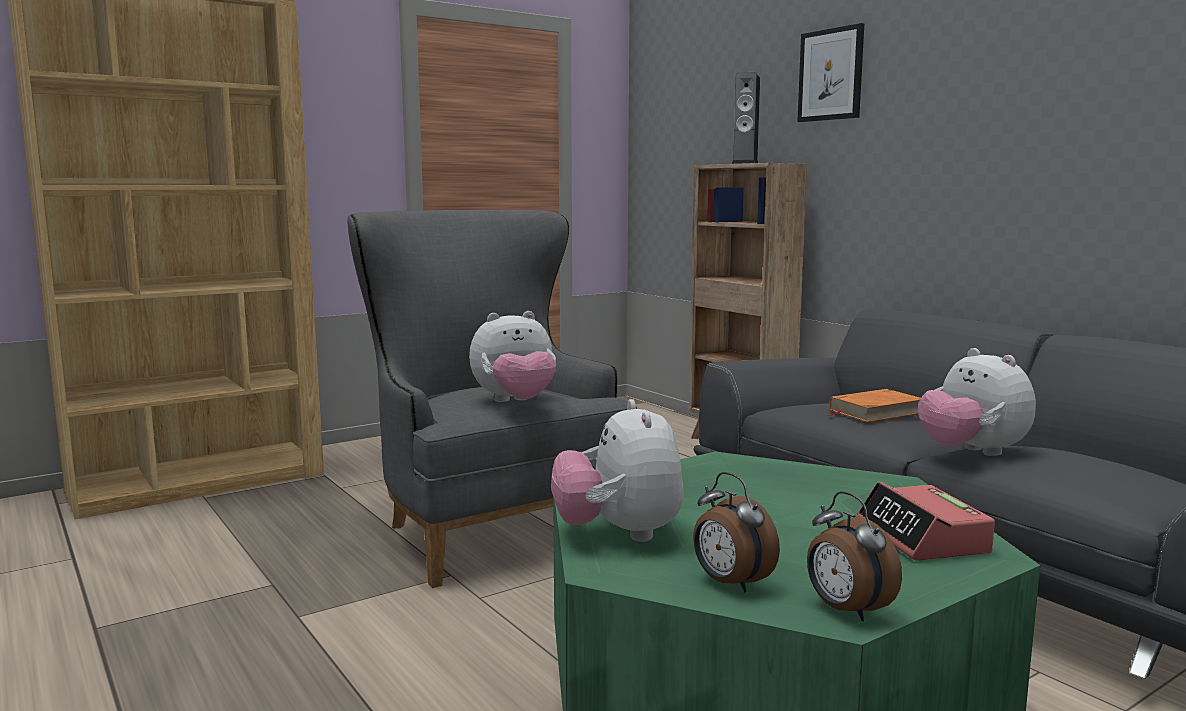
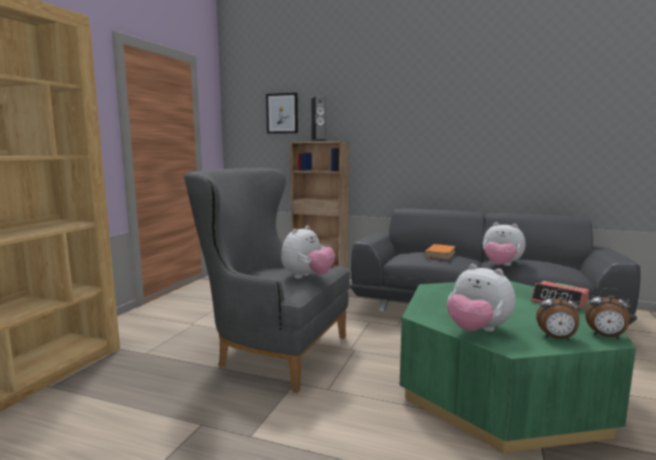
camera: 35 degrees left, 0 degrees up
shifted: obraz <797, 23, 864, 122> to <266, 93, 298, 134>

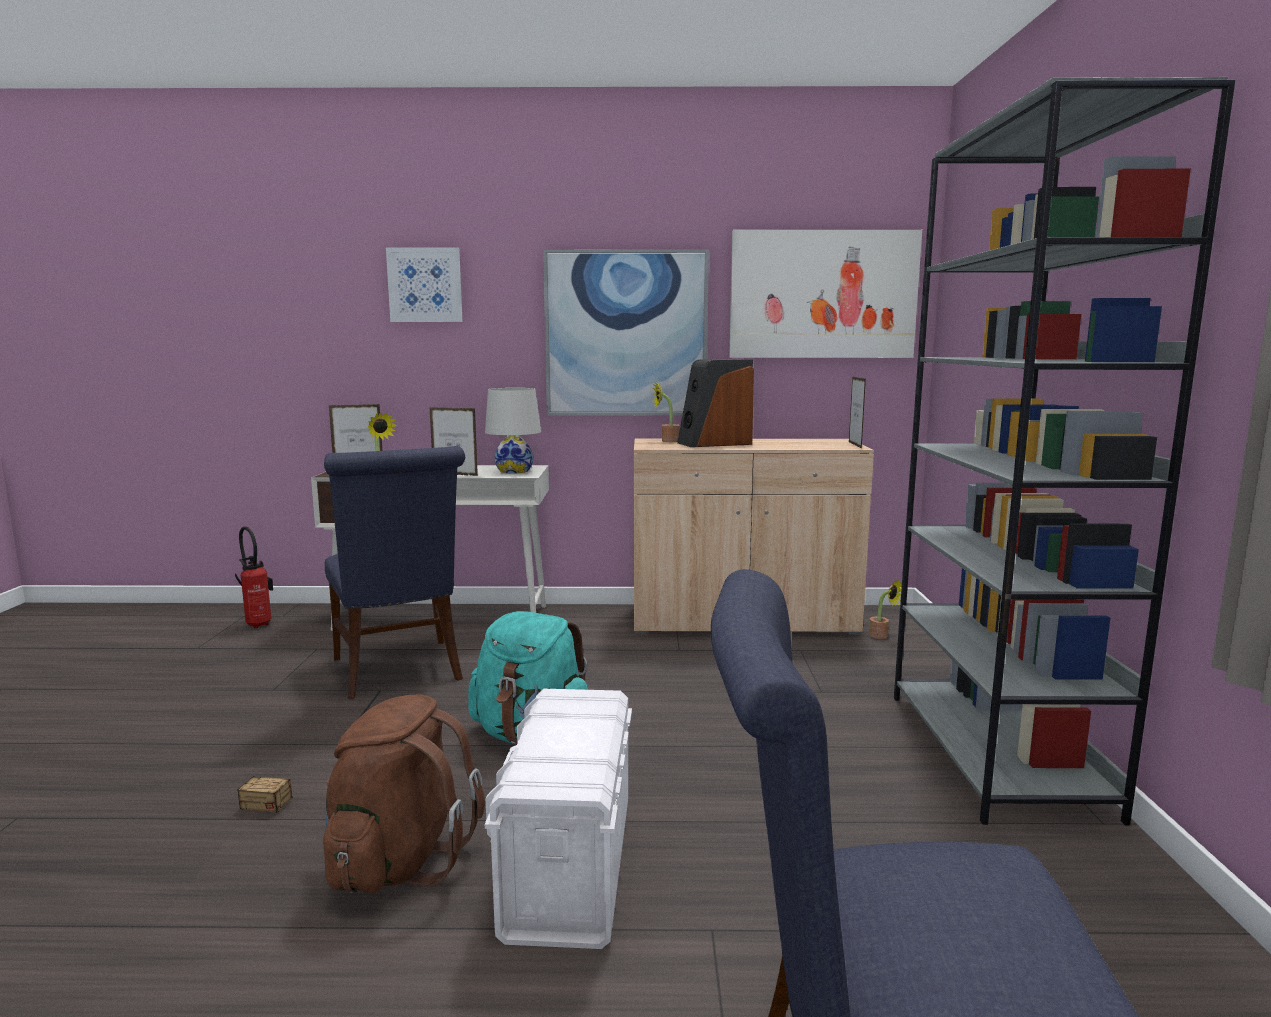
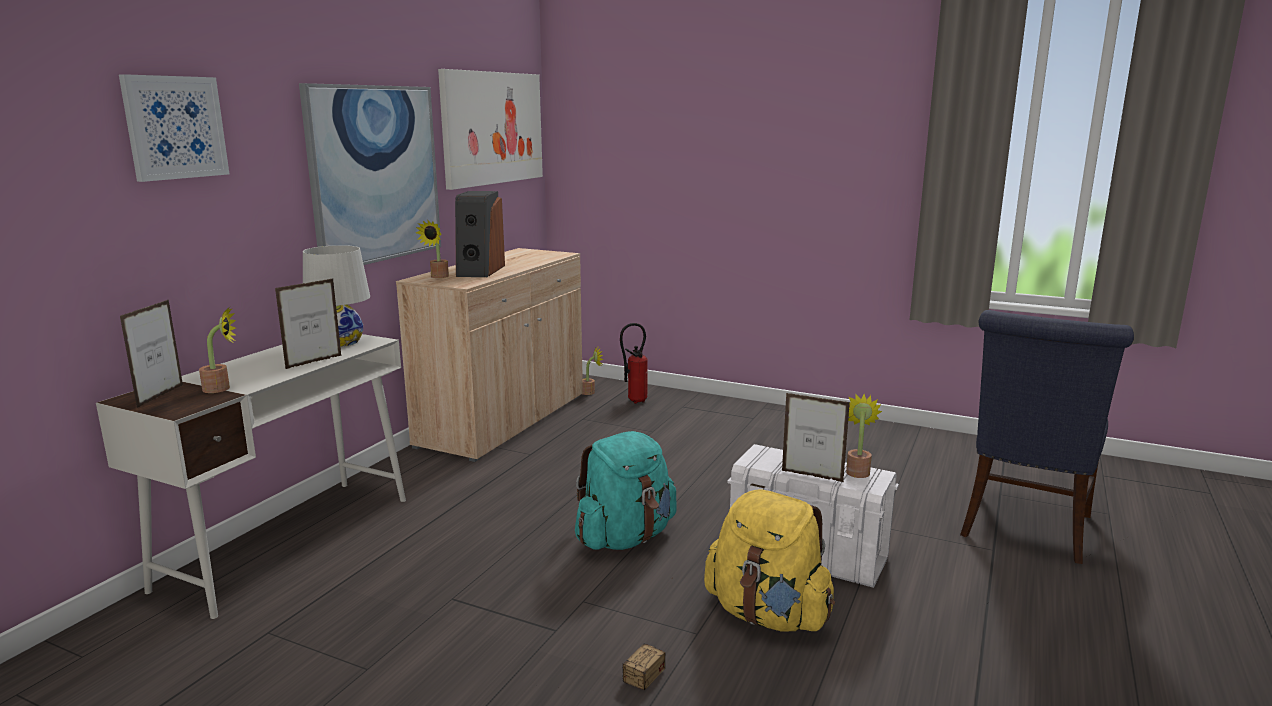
camera: 65 degrees left, 5 degrees up
gone: krzesło/niebieski <324, 446, 465, 700>; regał/szary <894, 77, 1235, 826>
new: roślina doniczkowa <846, 393, 882, 478>
shifted: gaśnica <235, 526, 273, 628> to <620, 323, 648, 404>; ramka na zdjęcie <849, 376, 866, 449> to <782, 393, 850, 482>
repainted: plecak/brązowy <323, 694, 485, 893> to plecak/żółty <704, 490, 835, 632>

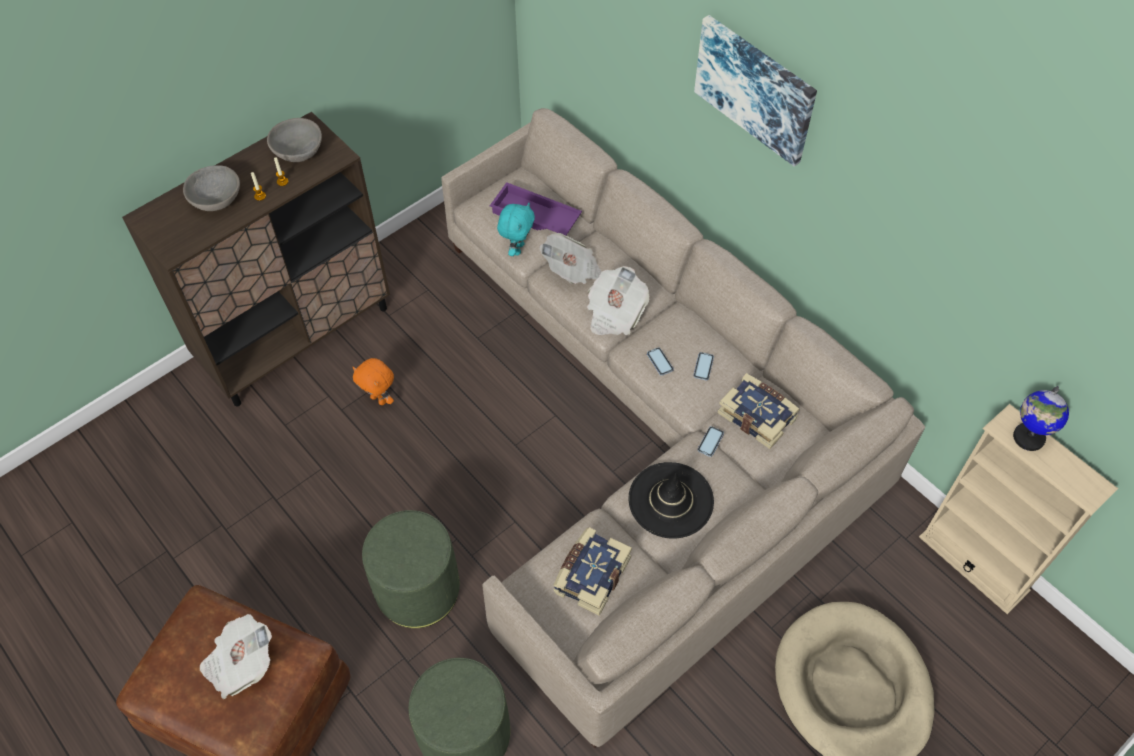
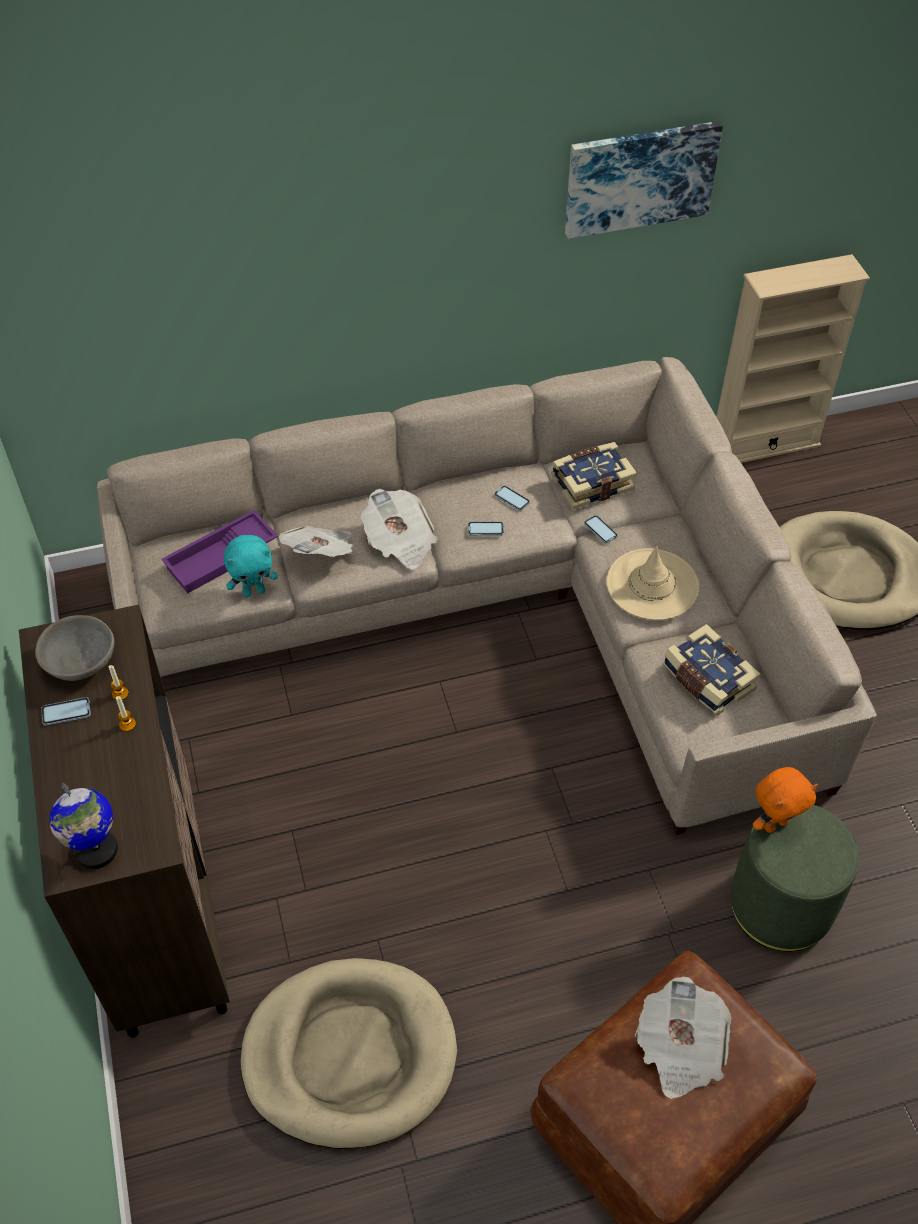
camera: 65 degrees left, 5 degrees down
gone: miska/szary <183, 165, 240, 211>; pufa/zielony <362, 510, 460, 628>
new: telefon <41, 697, 91, 726>; legowisko/beżowy <241, 958, 457, 1149>
shifted: pluszak/pomarańczowy <353, 358, 394, 405> to <753, 767, 818, 833>; obraz <694, 15, 817, 166> to <565, 121, 723, 239>; globus <1013, 386, 1069, 451> to <49, 783, 118, 869>
repainted: kapelusz/czarny <628, 462, 714, 539> to kapelusz/beżowy <606, 546, 699, 620>
rotated: pluszak/turkusowy <497, 203, 535, 256> = <224, 535, 278, 597> 120 degrees clockwise

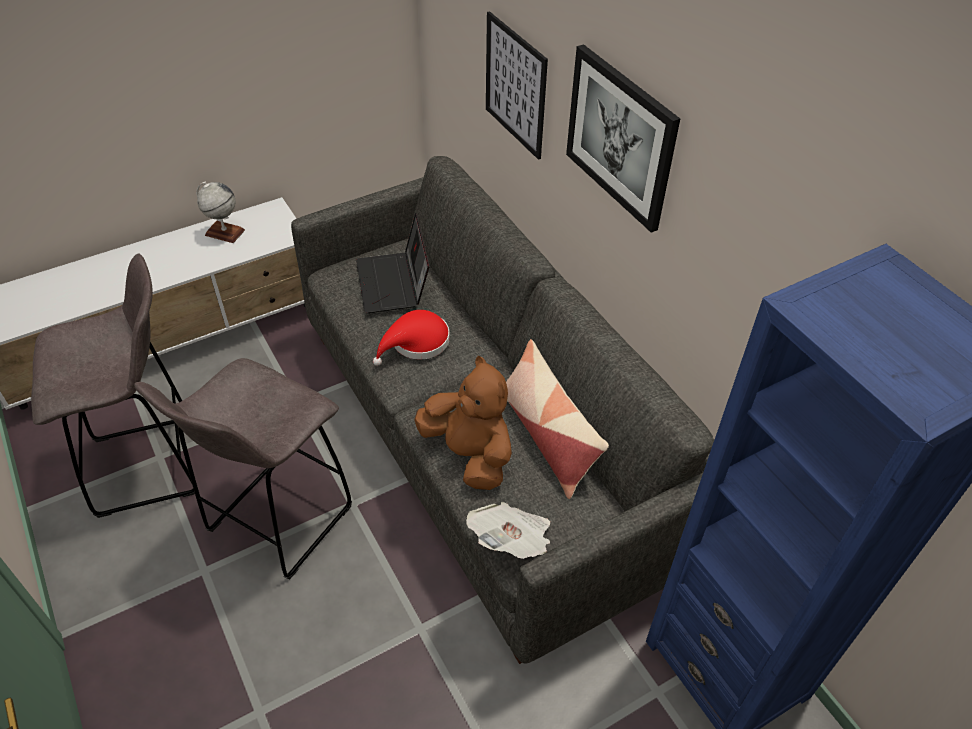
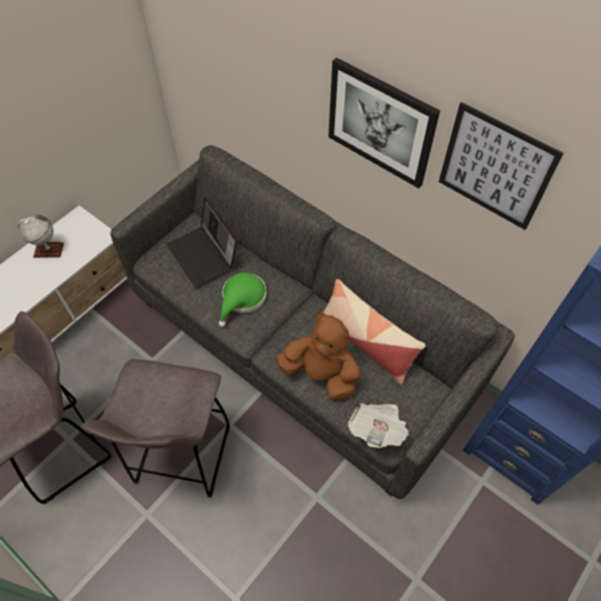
camera: 20 degrees left, 10 degrees up
shifted: obraz <486, 11, 548, 160> to <439, 102, 563, 230>
repainted: kapelusz/czerwony <373, 310, 450, 366> to kapelusz/zielony <219, 273, 267, 327>

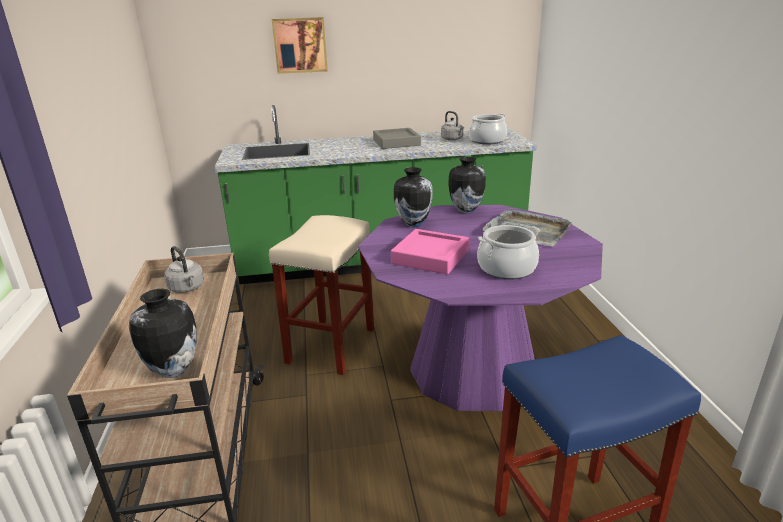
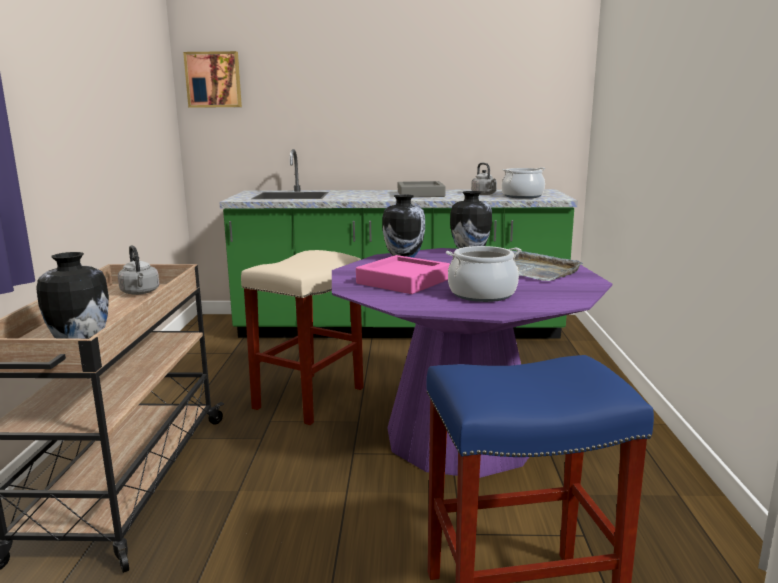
camera: 10 degrees right, 10 degrees down
shifted: obraz <272, 17, 328, 74> to <183, 51, 242, 108>

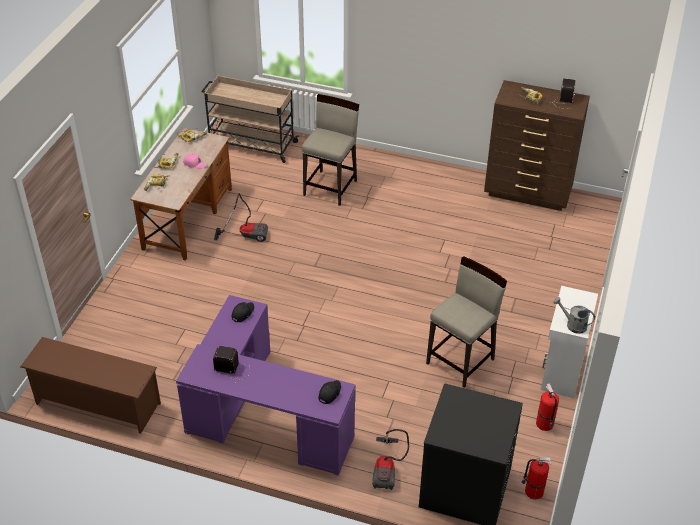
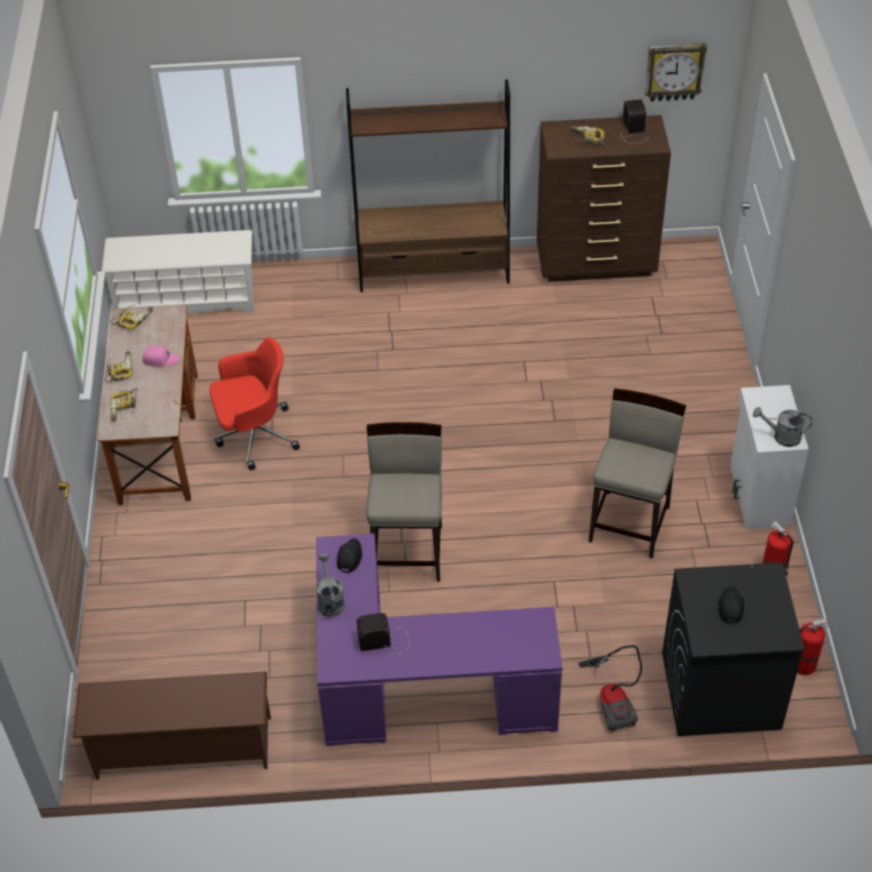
camera: 20 degrees left, 5 degrees up
new: konewka/szary <316, 554, 345, 617>; regał/brązowy <346, 79, 510, 292>; zegar ścienny <645, 43, 707, 102>
shifted: stołek/beżowy <302, 94, 359, 206> to <366, 422, 442, 582>; czapka z daszkiem/czarny <318, 380, 341, 404> to <718, 586, 745, 624>
swapped: wózek/beżowy <202, 76, 299, 163> to regał na buty/biały <101, 230, 255, 314>; odkurzacz <214, 193, 268, 242> to krzesło biurowe/czerwony <209, 337, 300, 470>

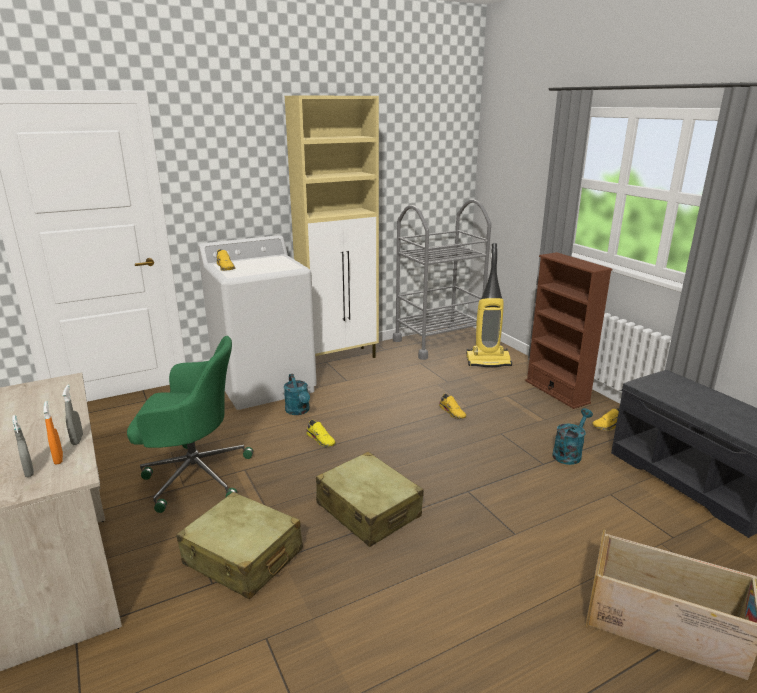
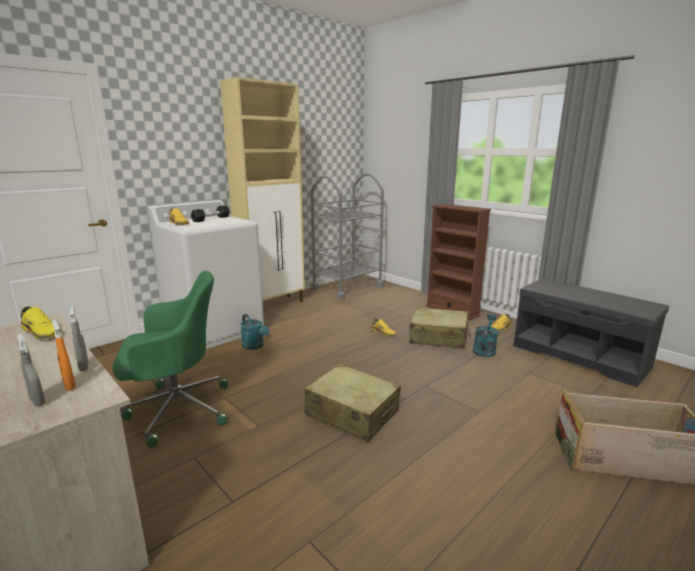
camera: 15 degrees left, 5 degrees down
gone: odkurzacz <466, 243, 512, 368>
new: hantel/czarny <191, 206, 230, 222>
shifted: walizka/beżowy <176, 492, 303, 600> to <410, 308, 471, 349>; but/żółty <306, 420, 335, 447> to <21, 307, 62, 340>

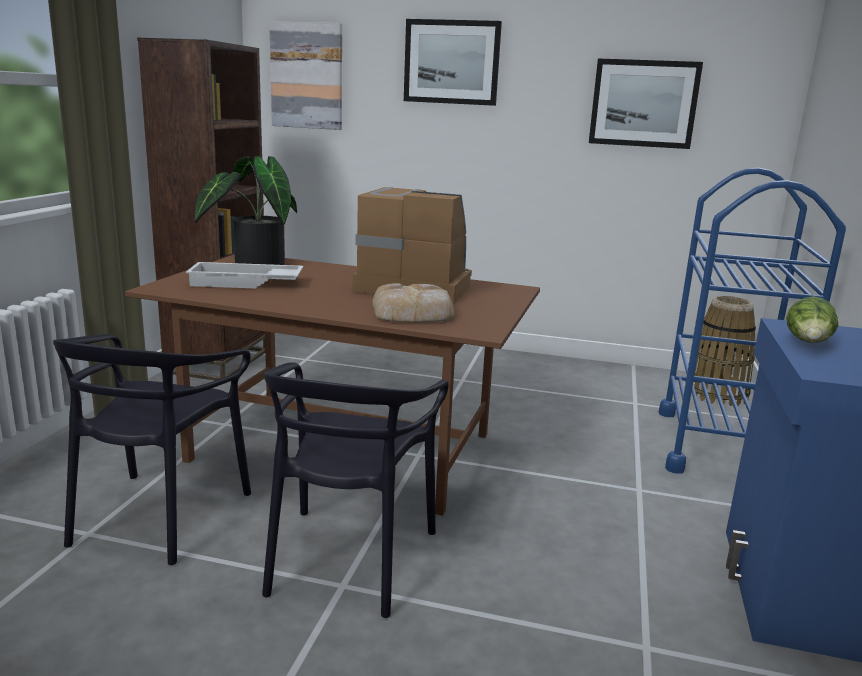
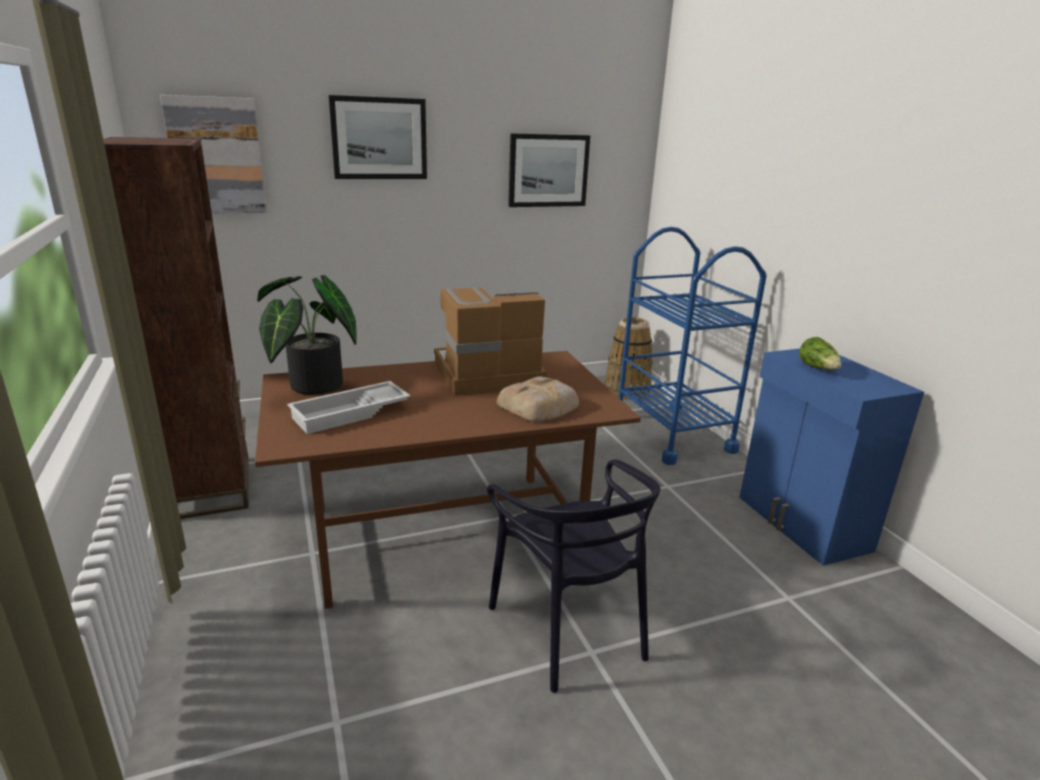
camera: 35 degrees left, 5 degrees up
gone: krzesło/czarny <53, 334, 251, 565>

